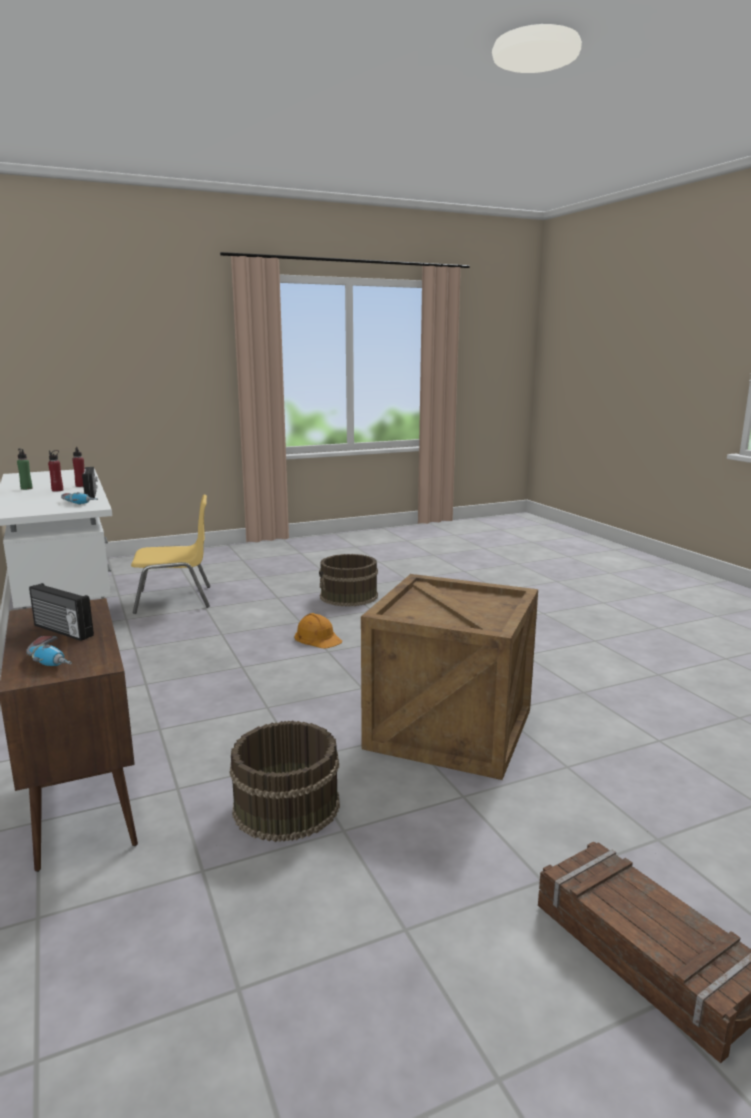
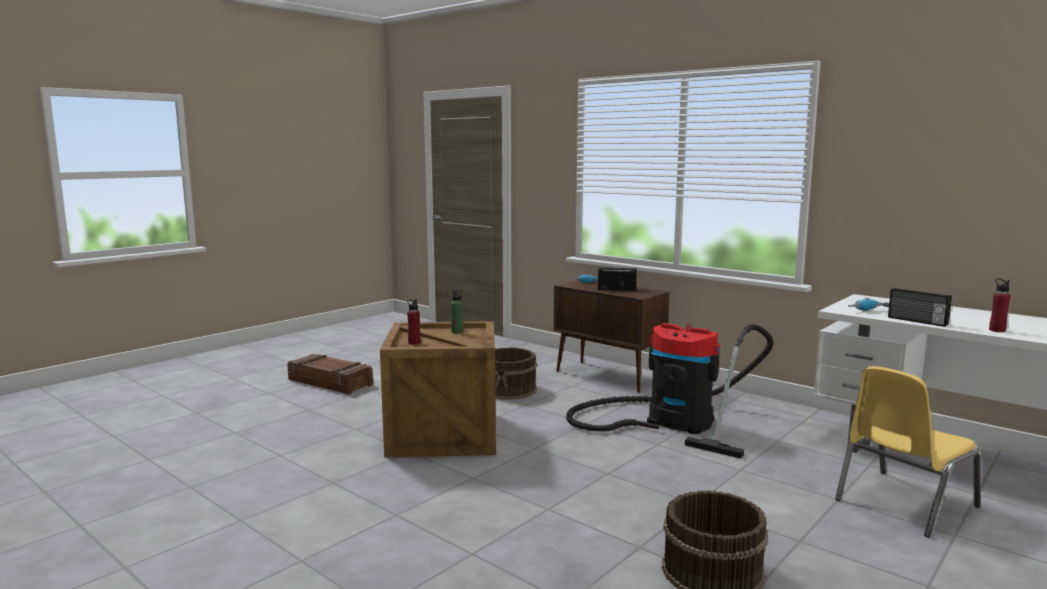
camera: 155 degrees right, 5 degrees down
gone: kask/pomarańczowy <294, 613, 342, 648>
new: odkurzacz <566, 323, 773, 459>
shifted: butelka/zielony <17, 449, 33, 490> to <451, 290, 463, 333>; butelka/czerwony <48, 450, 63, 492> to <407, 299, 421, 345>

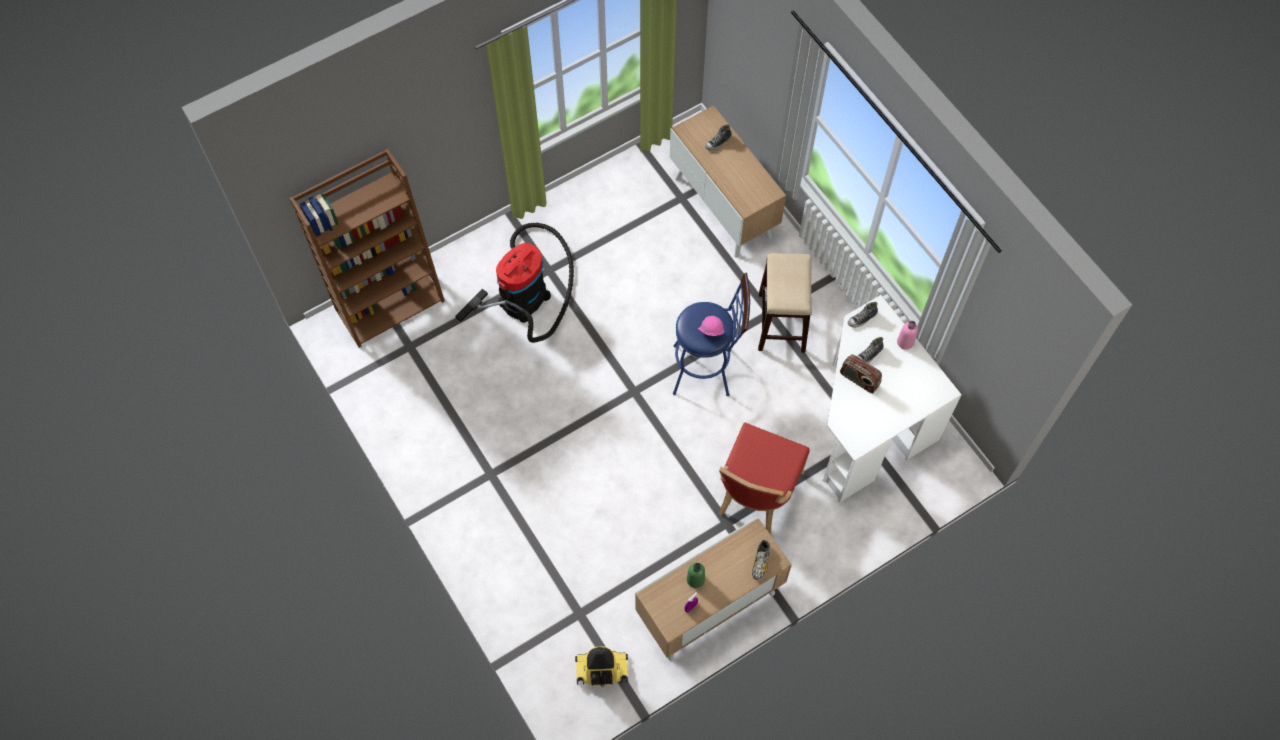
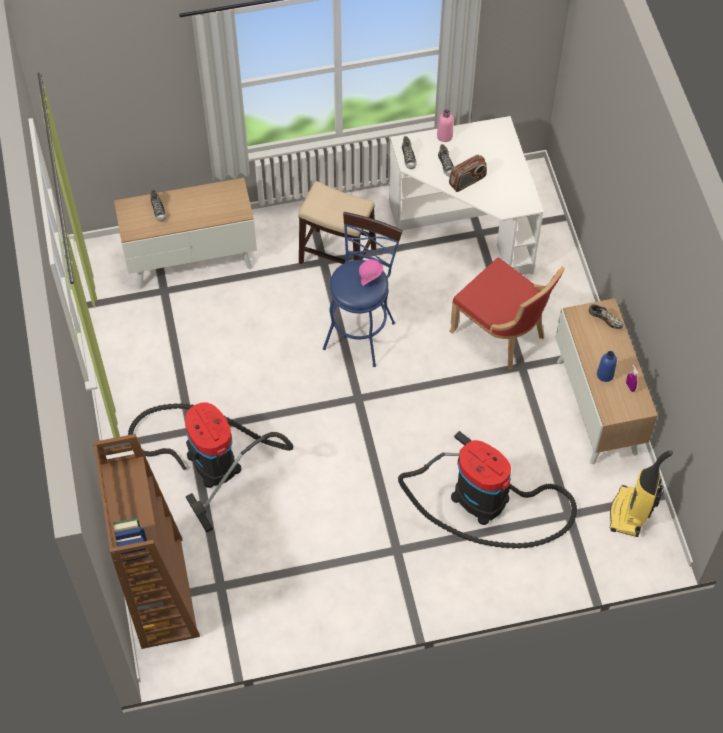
camera: 70 degrees left, 5 degrees down
new: odkurzacz <398, 431, 577, 549>
repainted: butelka/zielony <687, 563, 705, 588> to butelka/niebieski <597, 351, 617, 382>

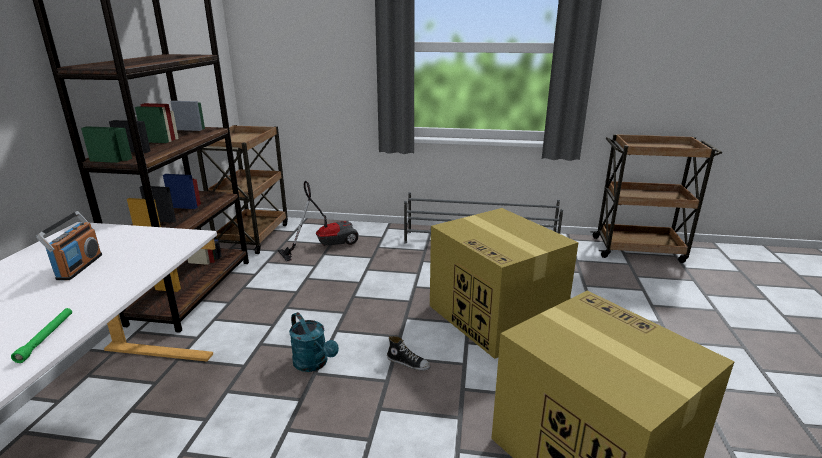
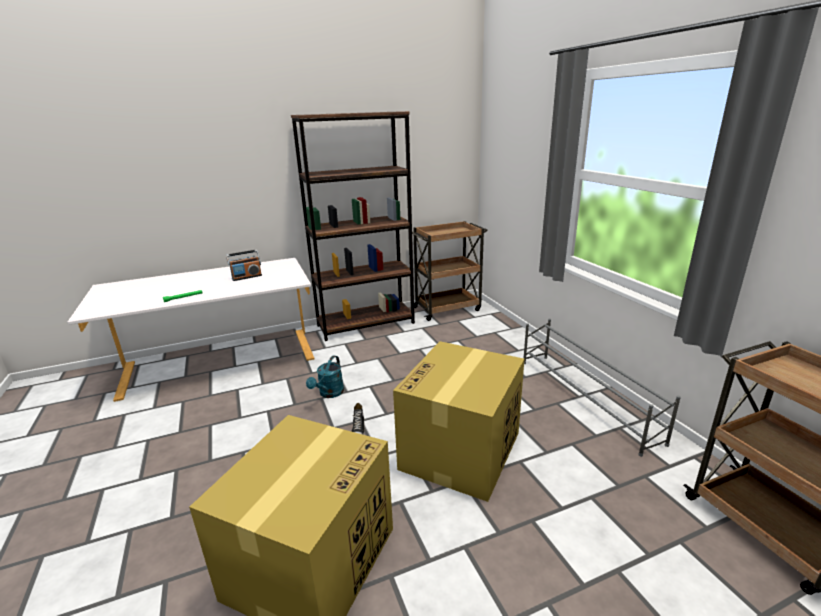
camera: 60 degrees right, 0 degrees up
gone: odkurzacz <278, 181, 359, 262>

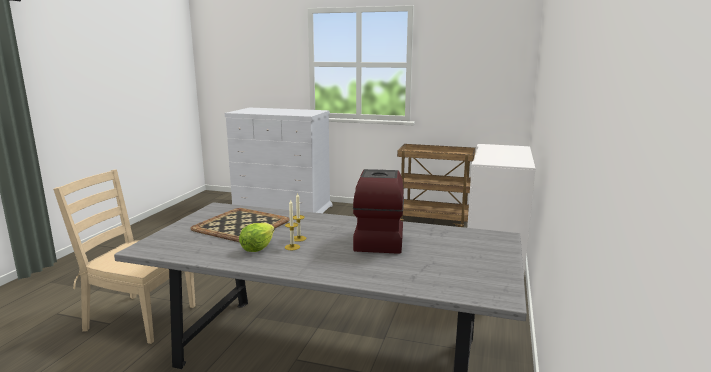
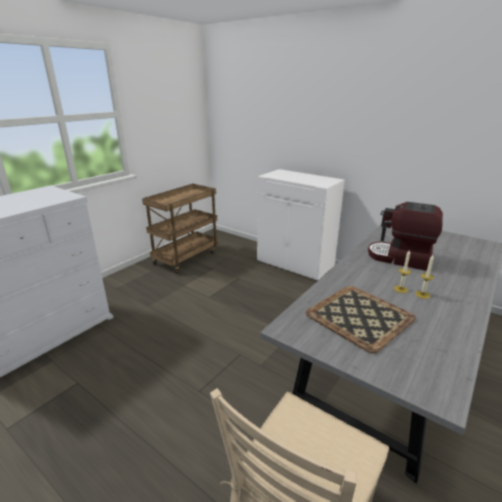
camera: 70 degrees left, 10 degrees up
gone: sałata <239, 223, 275, 252>

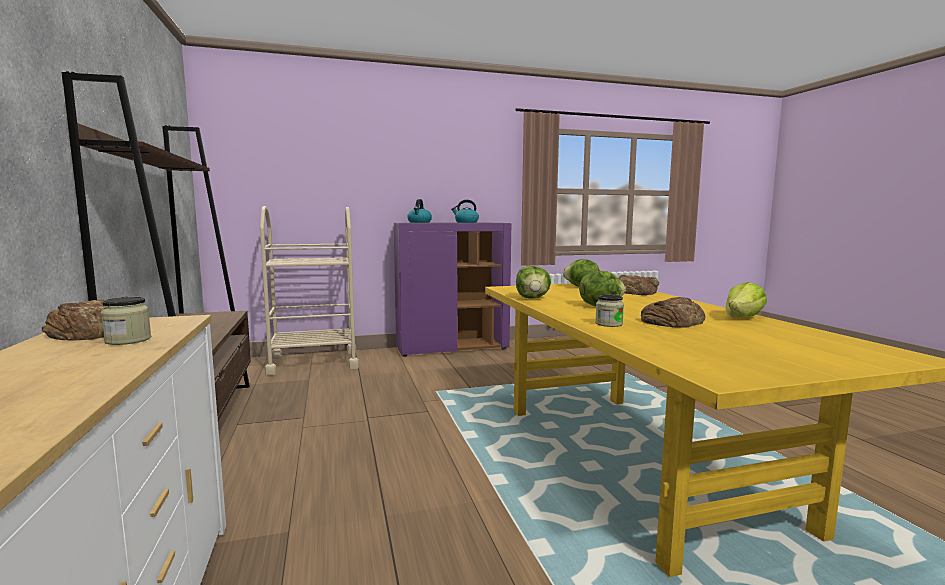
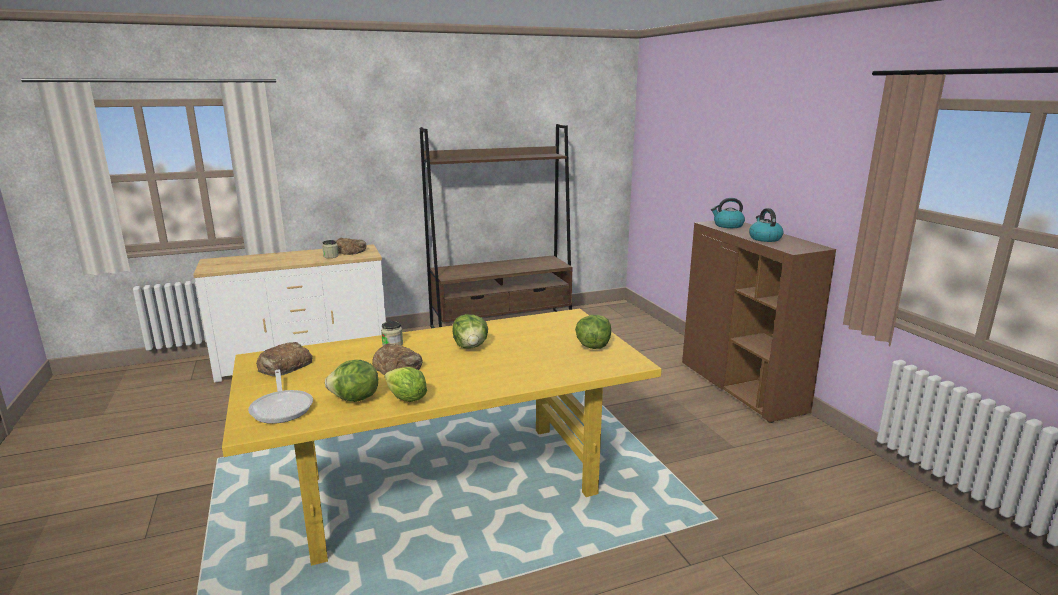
camera: 85 degrees right, 10 degrees up
gone: wózek/beżowy <260, 206, 359, 376>
new: patelnia <248, 369, 313, 424>
shifted: sałata <516, 266, 551, 299> to <325, 360, 378, 402>; chleb <618, 275, 659, 295> to <256, 342, 313, 376>
repainted: szafka/fioletowy <394, 223, 511, 357> to szafka/brązowy <682, 221, 836, 423>

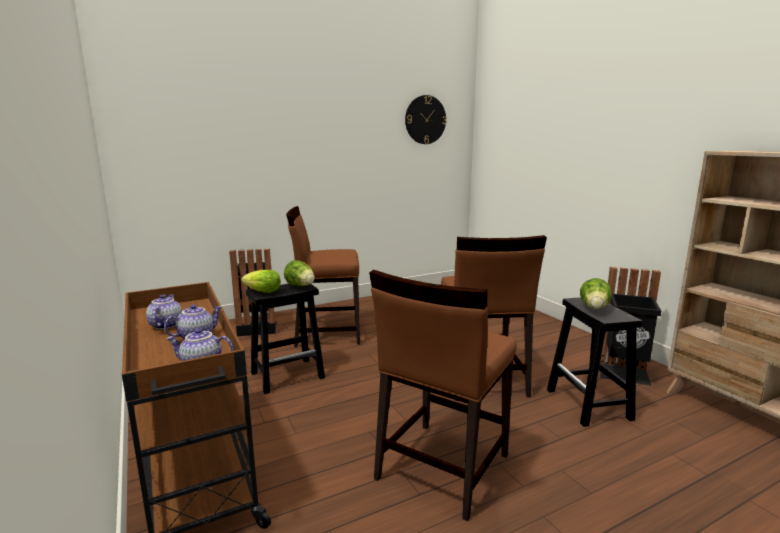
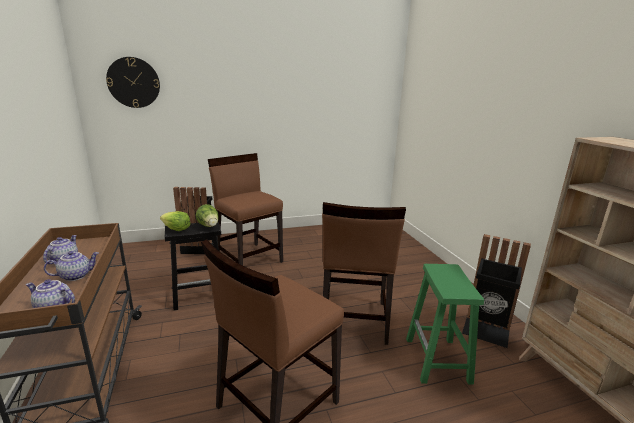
camera: 10 degrees right, 5 degrees up
gone: sałata <580, 278, 612, 309>
shifted: zegar ścienny <405, 95, 447, 144> to <106, 57, 160, 108>
repainted: stołek/czarny <547, 297, 643, 427> to stołek/zielony <406, 264, 484, 385>
rotated: krzesło/brązowy <286, 206, 360, 347> = <208, 153, 283, 265> 45 degrees clockwise

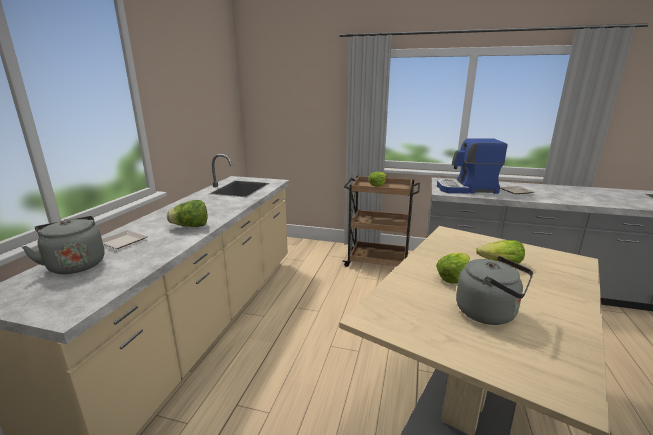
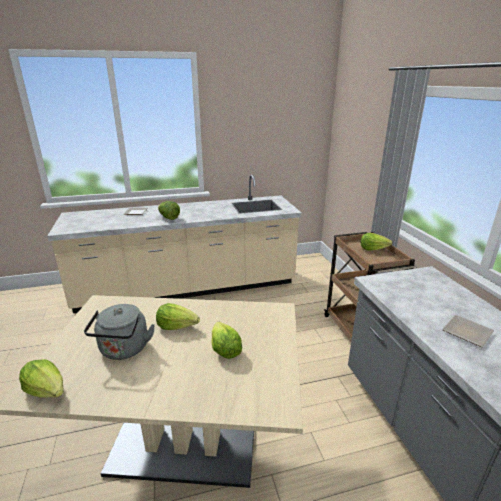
camera: 60 degrees right, 5 degrees up
gone: czajnik/szary <22, 216, 104, 274>; ekspres do kawy <437, 138, 508, 194>
new: sałata <19, 359, 64, 398>

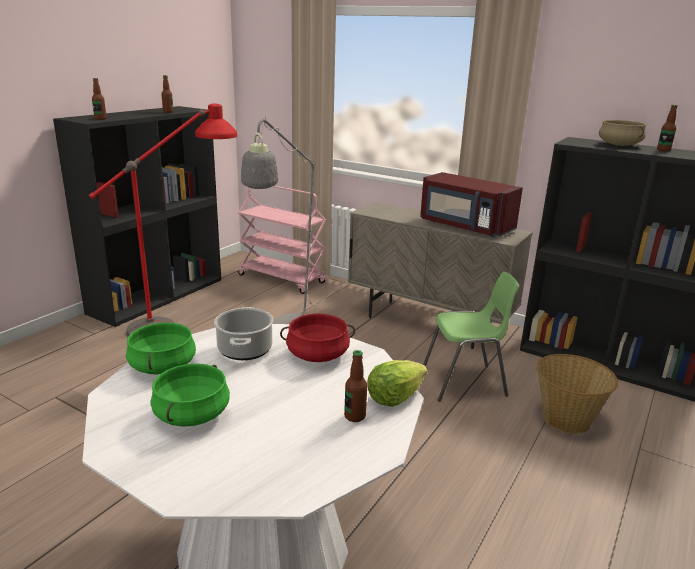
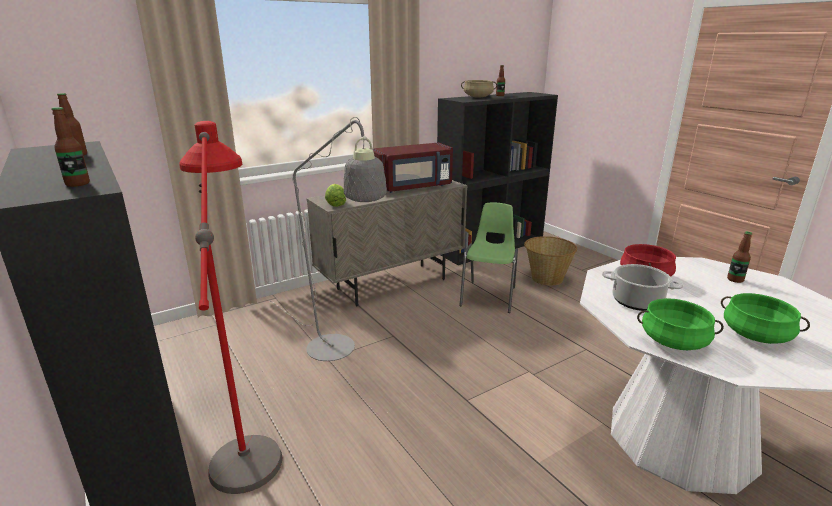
camera: 65 degrees left, 0 degrees up
gone: wózek/różowy <238, 186, 326, 294>
shifted: sałata <367, 360, 427, 407> to <325, 184, 346, 207>

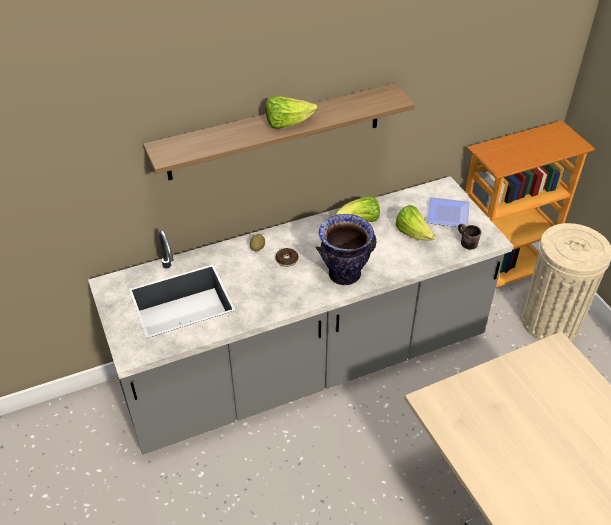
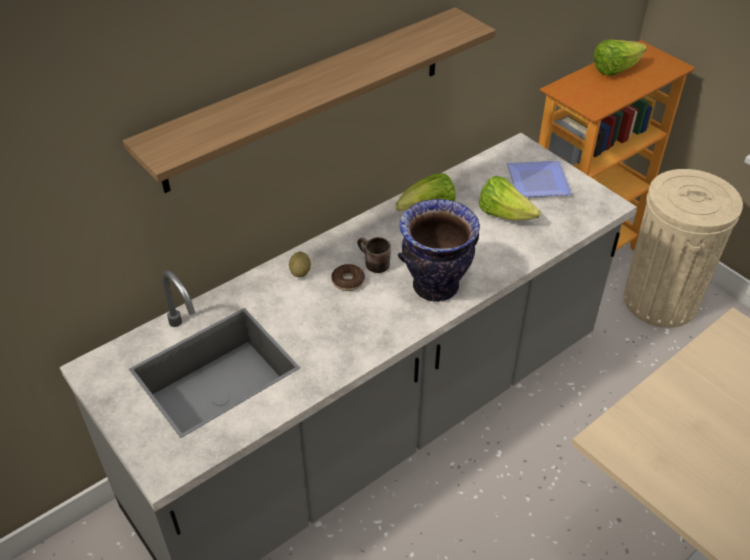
camera: 15 degrees left, 0 degrees up
shifted: sałata <266, 96, 318, 129> to <594, 40, 647, 76>; kubek/brązowy <458, 224, 481, 250> to <357, 237, 391, 273>

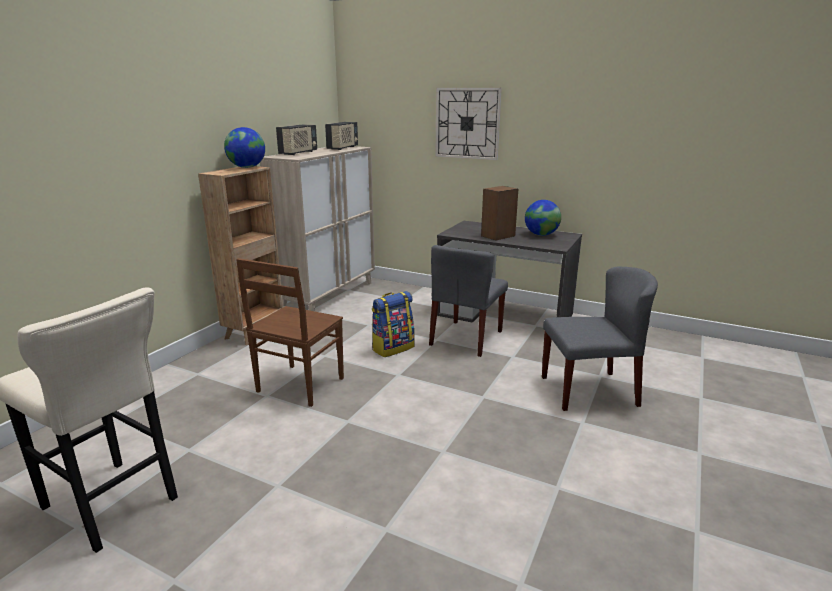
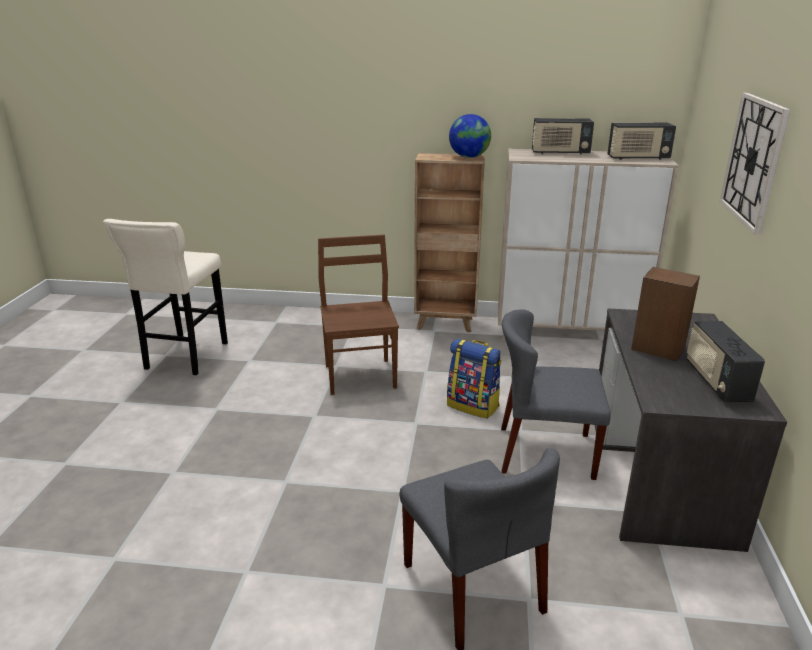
camera: 70 degrees right, 5 degrees up
swapped: globus <525, 200, 561, 236> to radio <687, 321, 765, 402>
rotated: krzesło/brązowy <236, 258, 344, 407> = <318, 235, 399, 395> 75 degrees clockwise

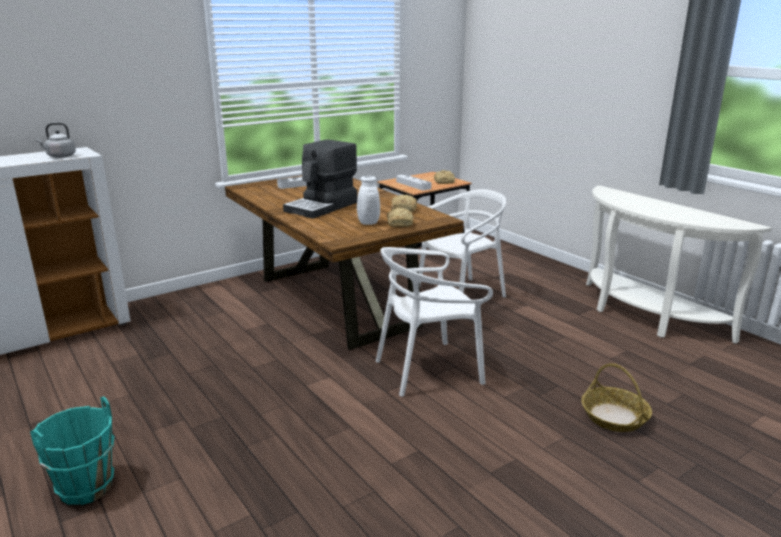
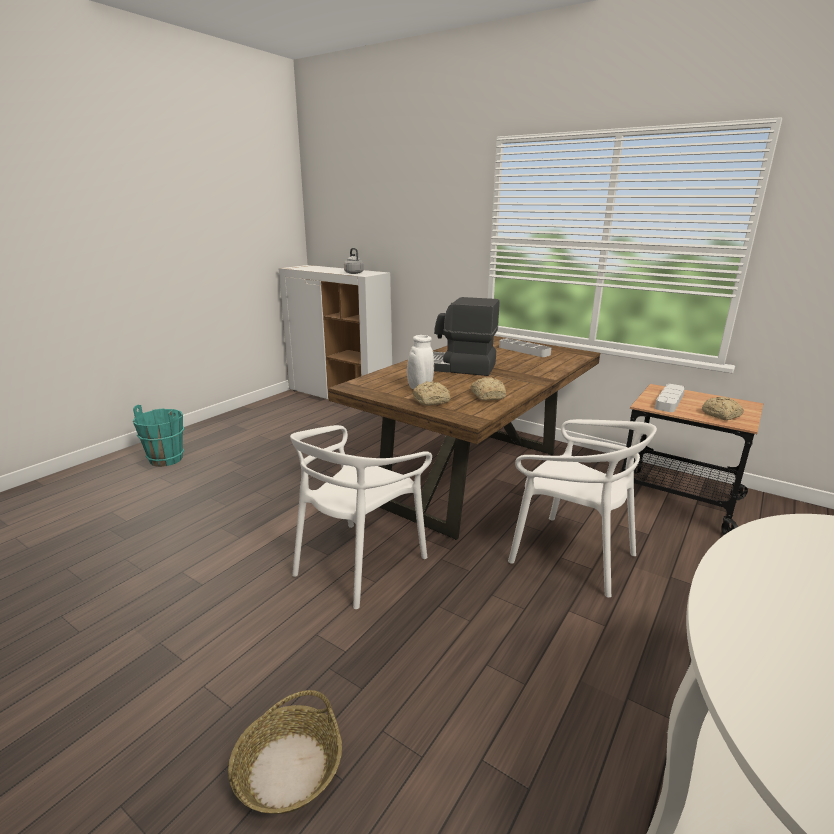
camera: 70 degrees right, 0 degrees up
rotated: krzesło/biały <376, 247, 493, 397> = <290, 425, 432, 609> 105 degrees counterclockwise

